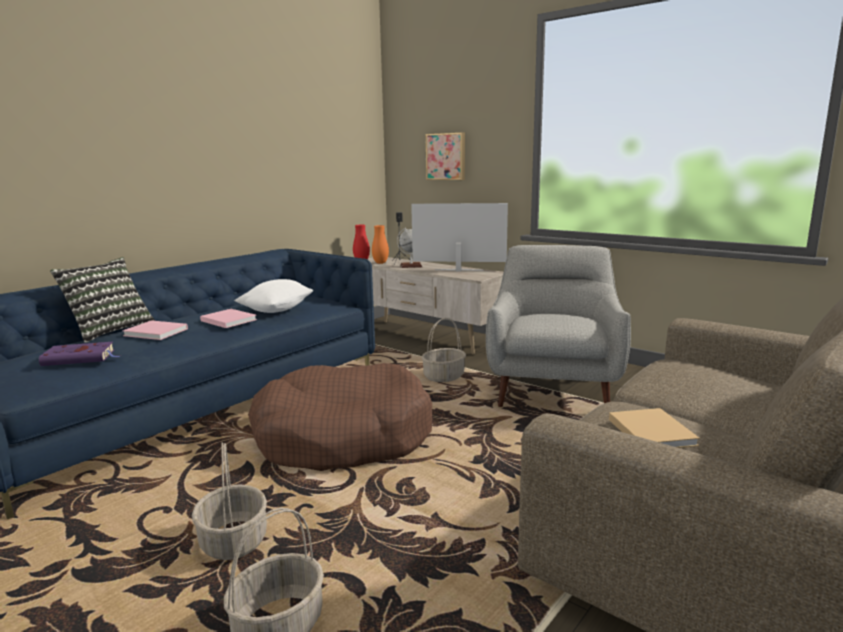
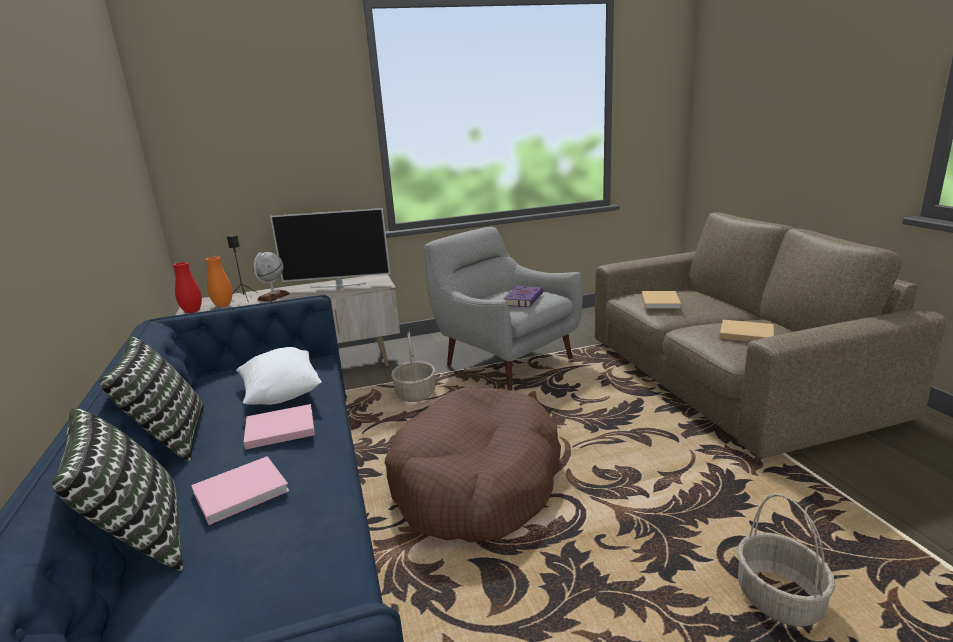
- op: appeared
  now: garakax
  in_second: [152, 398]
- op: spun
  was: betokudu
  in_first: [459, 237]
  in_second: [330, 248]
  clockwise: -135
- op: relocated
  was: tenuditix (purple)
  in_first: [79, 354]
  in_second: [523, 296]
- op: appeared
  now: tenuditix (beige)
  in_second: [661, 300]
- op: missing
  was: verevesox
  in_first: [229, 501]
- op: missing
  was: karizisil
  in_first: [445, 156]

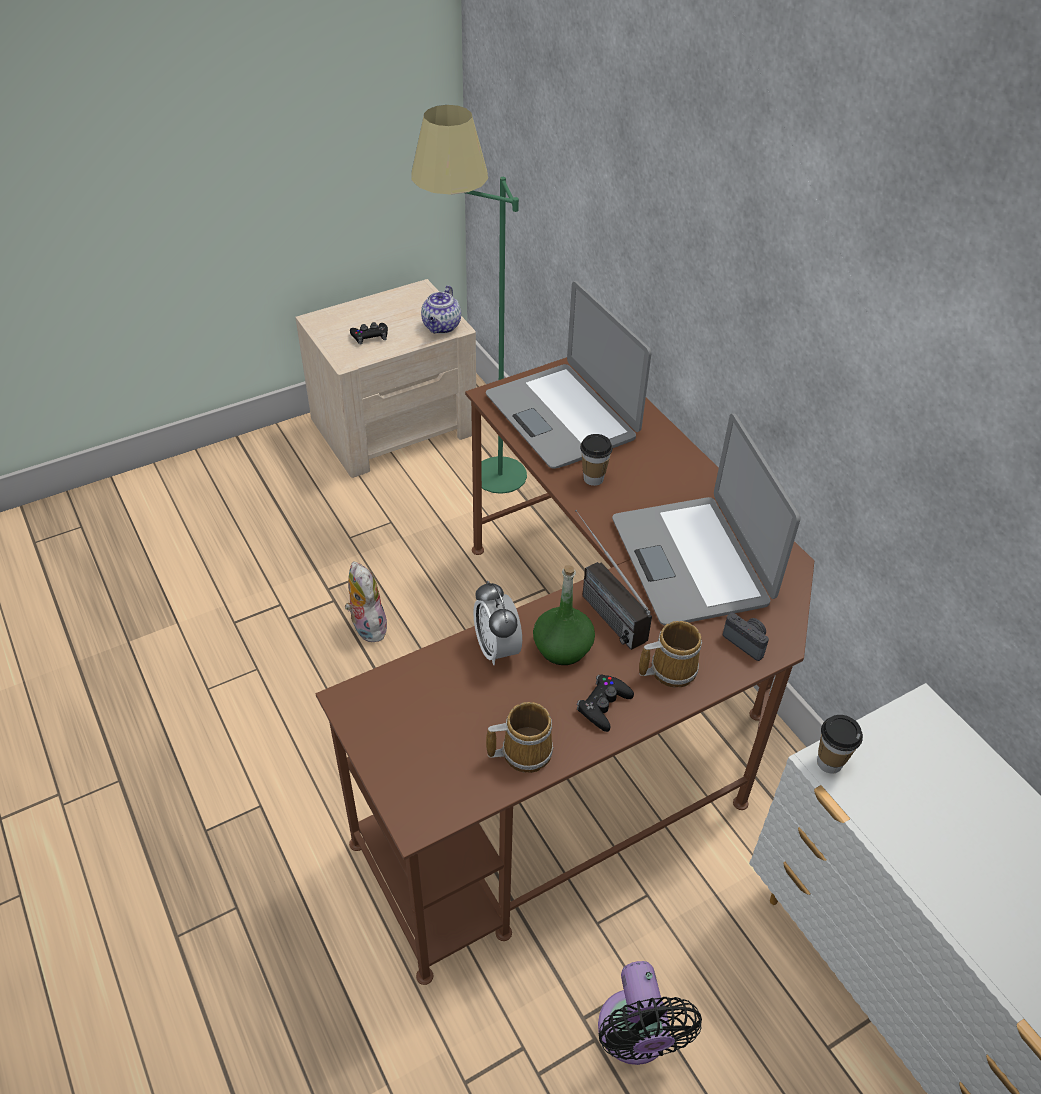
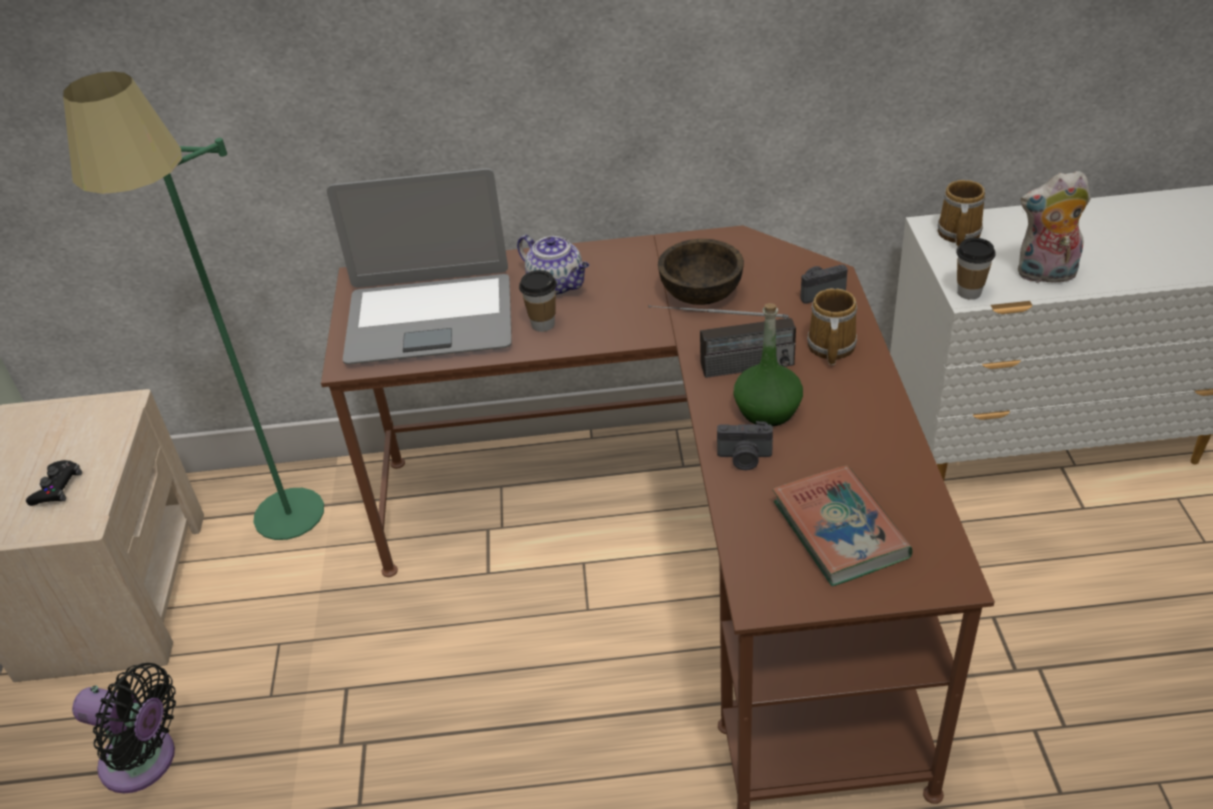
- op: relocated
  was: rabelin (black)
  in_first: [650, 1013]
  in_second: [124, 728]
- op: relocated
  was: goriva
  in_first: [441, 310]
  in_second: [553, 265]
- op: exchanged
  was: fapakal
  now: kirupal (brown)
  in_first: [706, 519]
  in_second: [701, 272]
- op: exchanged
  was: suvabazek
  now: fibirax
  in_first: [497, 623]
  in_second: [745, 445]
- op: appeared
  now: tenuditix
  in_second: [843, 525]
- op: relocated
  was: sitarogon
  in_first: [519, 737]
  in_second: [962, 213]
- op: relocated
  was: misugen
  in_first: [366, 601]
  in_second: [1054, 228]
- op: missing
  was: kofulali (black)
  in_first: [605, 703]

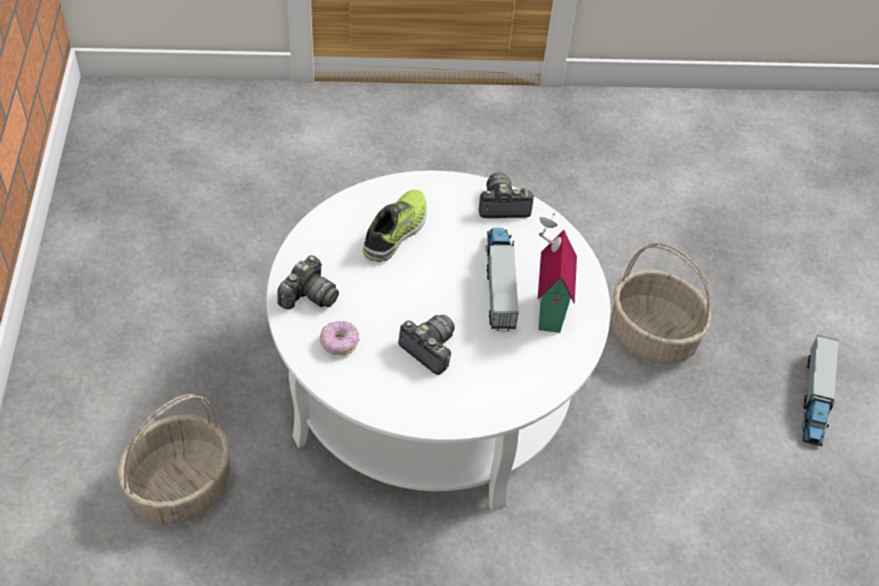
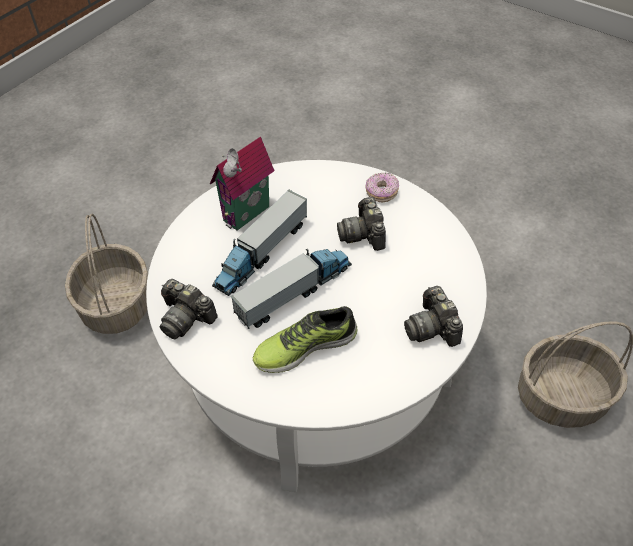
- op: relocated
  was: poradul
  in_first: [820, 390]
  in_second: [291, 289]
- op: relocated
  was: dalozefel
  in_first: [339, 338]
  in_second: [382, 187]
- op: spun
  was: fibirax
  in_first: [308, 282]
  in_second: [433, 316]
  clockwise: -90

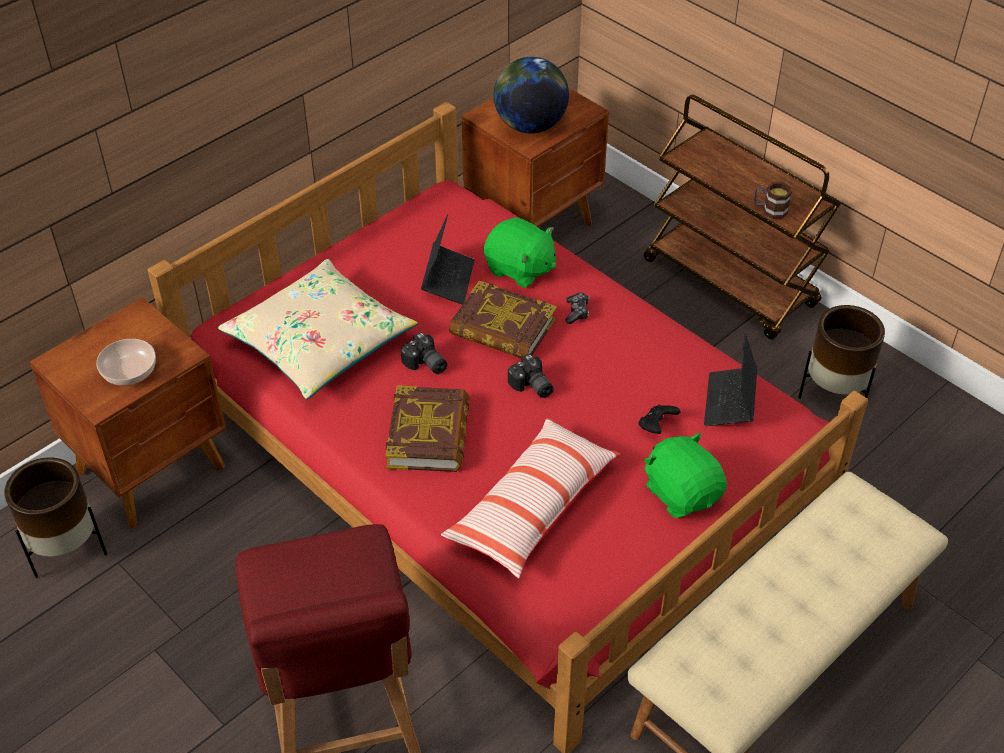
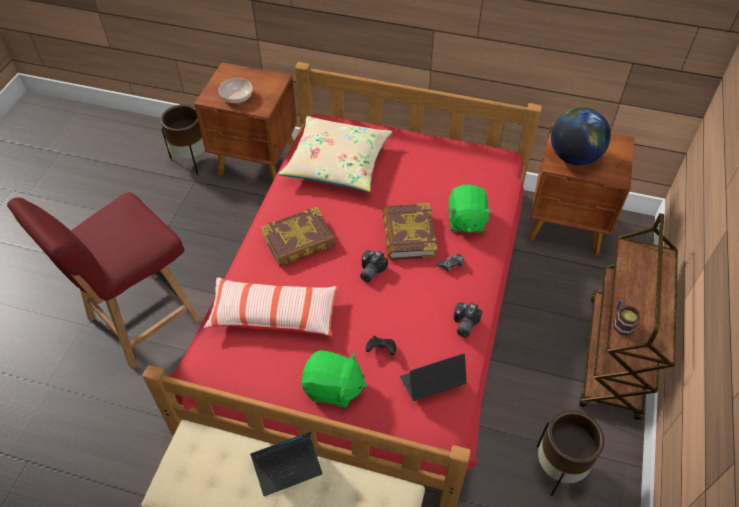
- op: relocated
  was: fapakal
  in_first: [447, 259]
  in_second: [286, 463]
- op: spun
  was: misugen (green)
  in_first: [685, 475]
  in_second: [334, 379]
  clockwise: 75
- op: relocated
  was: fibirax
  in_first: [424, 353]
  in_second: [467, 320]

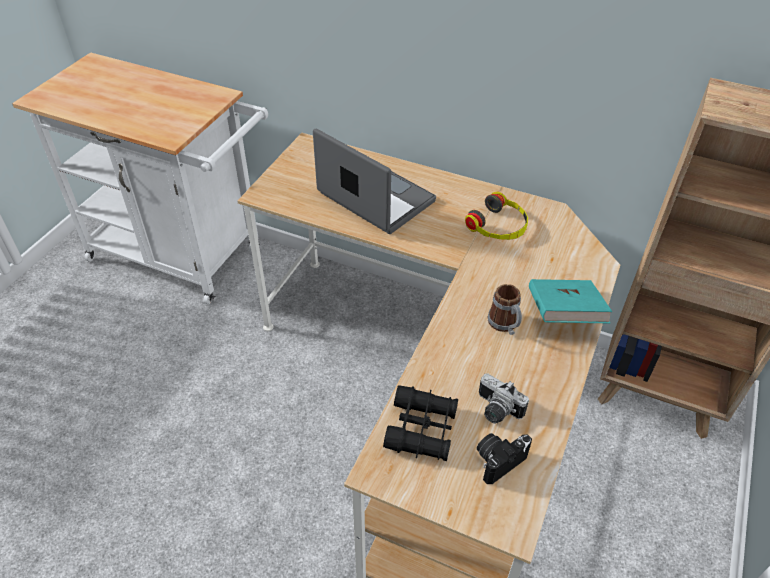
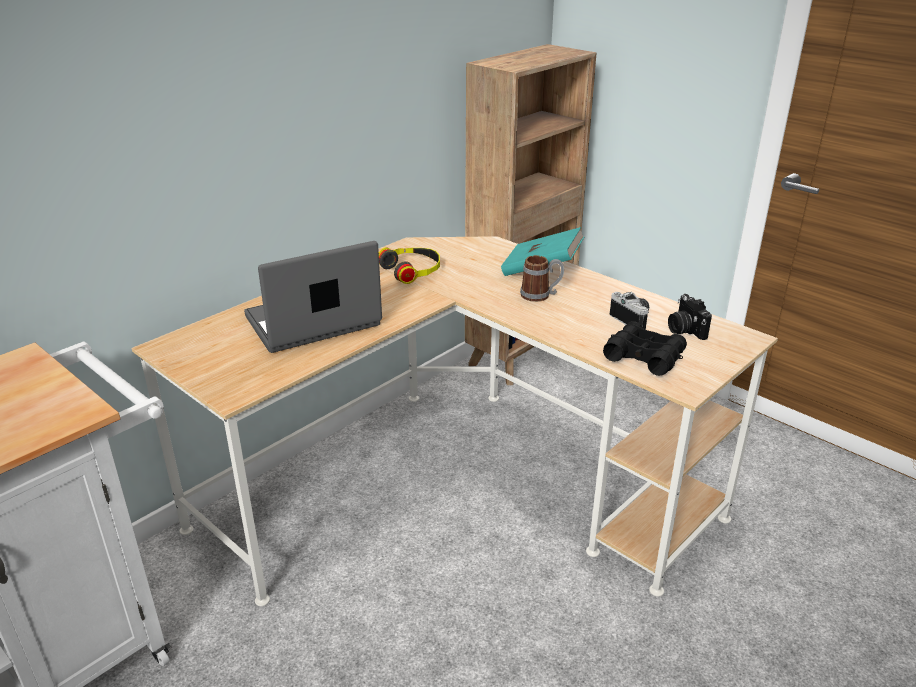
- op: spun
  was: fibirax
  in_first: [504, 398]
  in_second: [629, 311]
  clockwise: -90

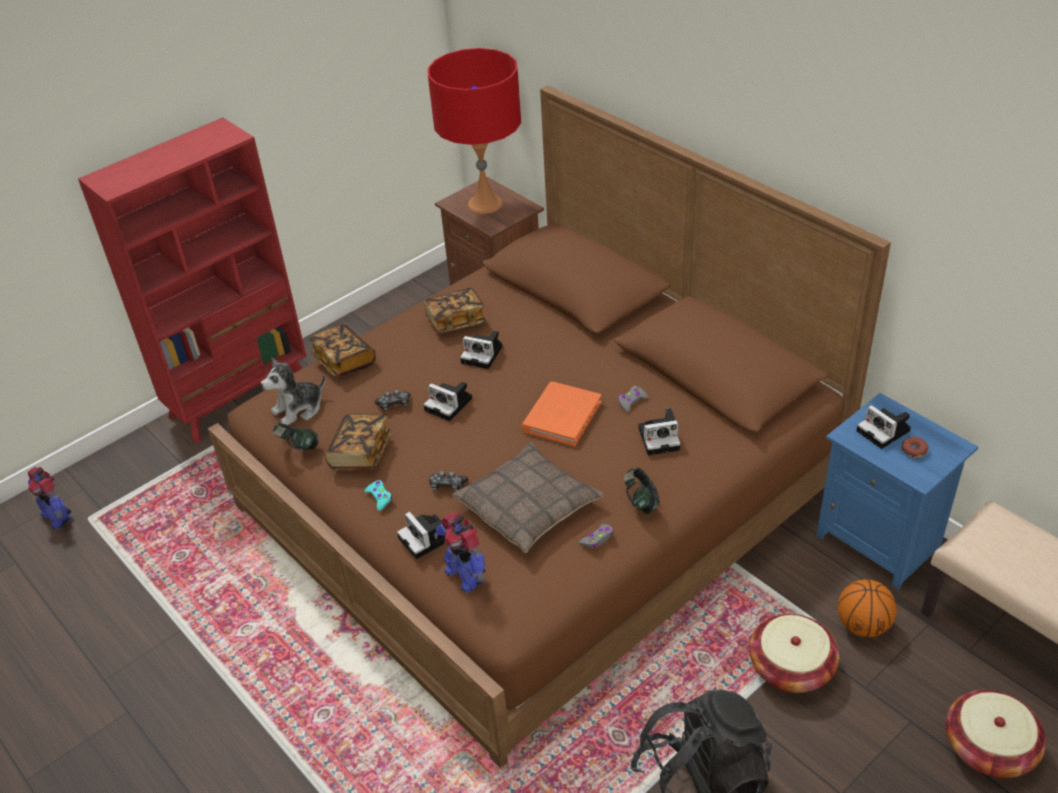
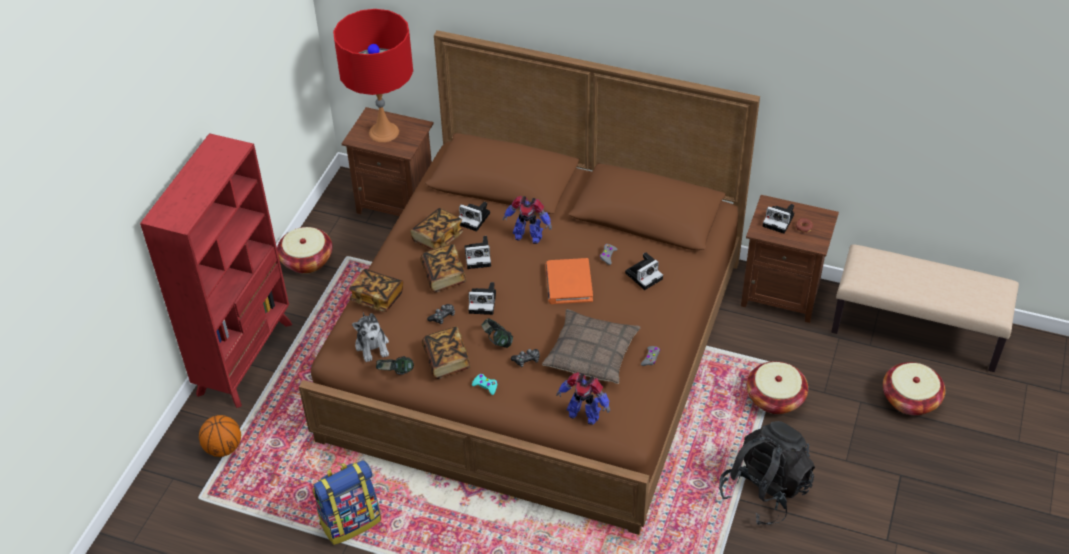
- op: relocated
  was: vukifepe
  in_first: [867, 608]
  in_second: [220, 436]
- op: appeared
  now: verevesox
  in_second: [305, 250]
- op: appeared
  now: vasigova
  in_second: [347, 502]
- op: spun
  was: misugen
  in_first: [293, 391]
  in_second: [370, 337]
  clockwise: -45
- op: appeared
  now: tenuditix
  in_second: [443, 268]
- op: relocated
  was: fibirax
  in_first: [421, 535]
  in_second: [474, 216]
- op: relocated
  was: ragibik
  in_first: [642, 491]
  in_second: [497, 333]
- op: relocated
  was: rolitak
  in_first: [50, 498]
  in_second: [527, 220]
- op: colour
  was: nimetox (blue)
  now: nimetox (brown)
  in_first: [897, 491]
  in_second: [790, 259]

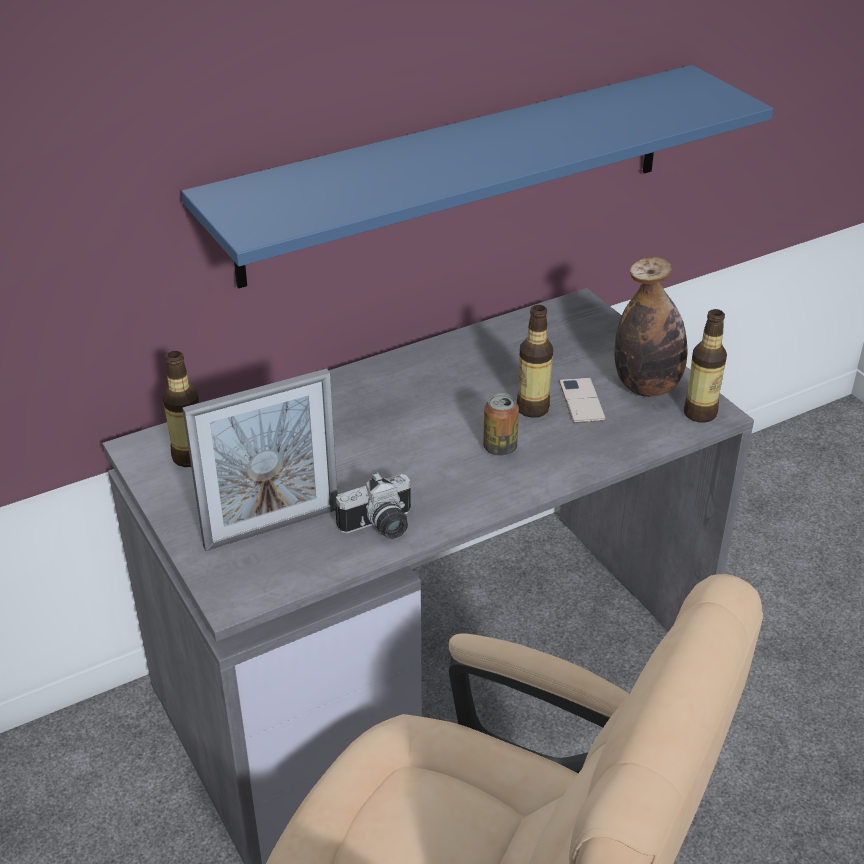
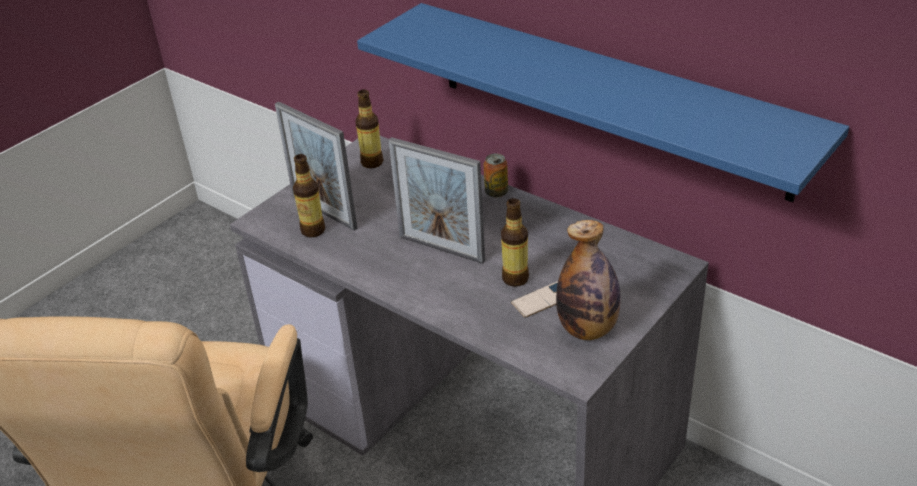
- op: relocated
  was: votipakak
  in_first: [705, 366]
  in_second: [309, 195]
- op: appeared
  now: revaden
  in_second: [436, 200]
- op: relocated
  was: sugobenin
  in_first: [501, 424]
  in_second: [495, 175]
- op: missing
  was: fibirax
  in_first: [373, 505]

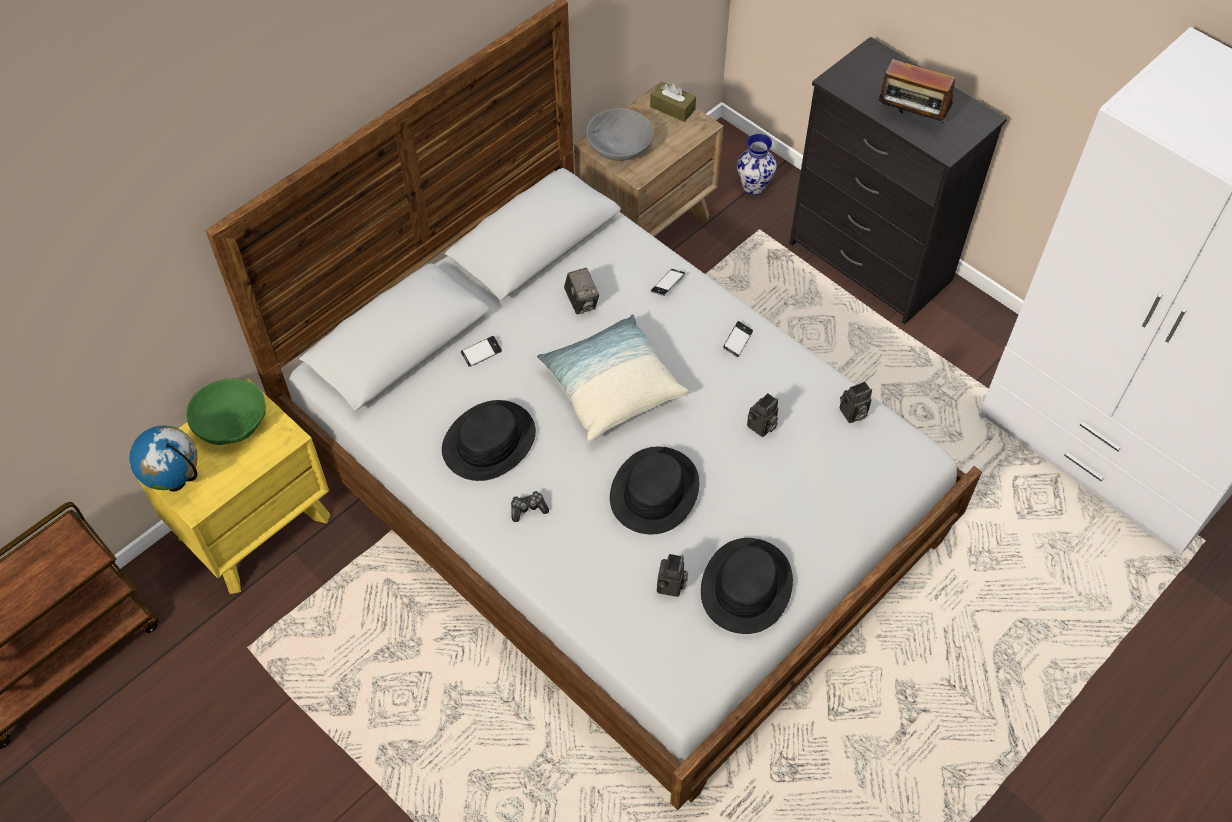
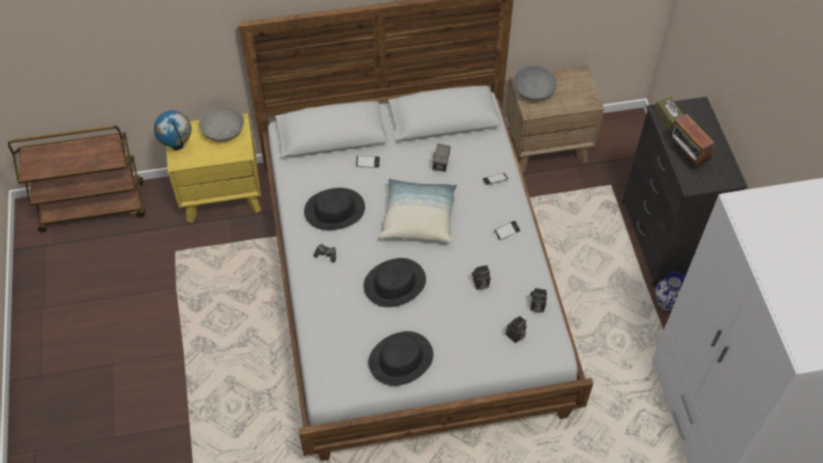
- op: colour
  was: kirupal (green)
  now: kirupal (grey)
  in_first: [226, 411]
  in_second: [221, 123]
- op: relocated
  was: fibirax
  in_first: [672, 575]
  in_second: [516, 329]
- op: relocated
  was: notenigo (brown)
  in_first: [673, 102]
  in_second: [669, 114]
- op: relocated
  was: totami
  in_first: [756, 164]
  in_second: [670, 291]

